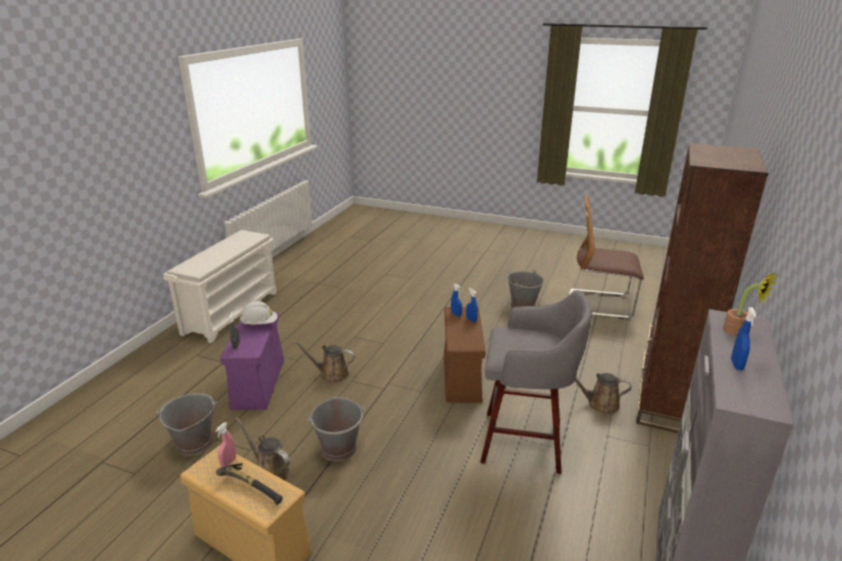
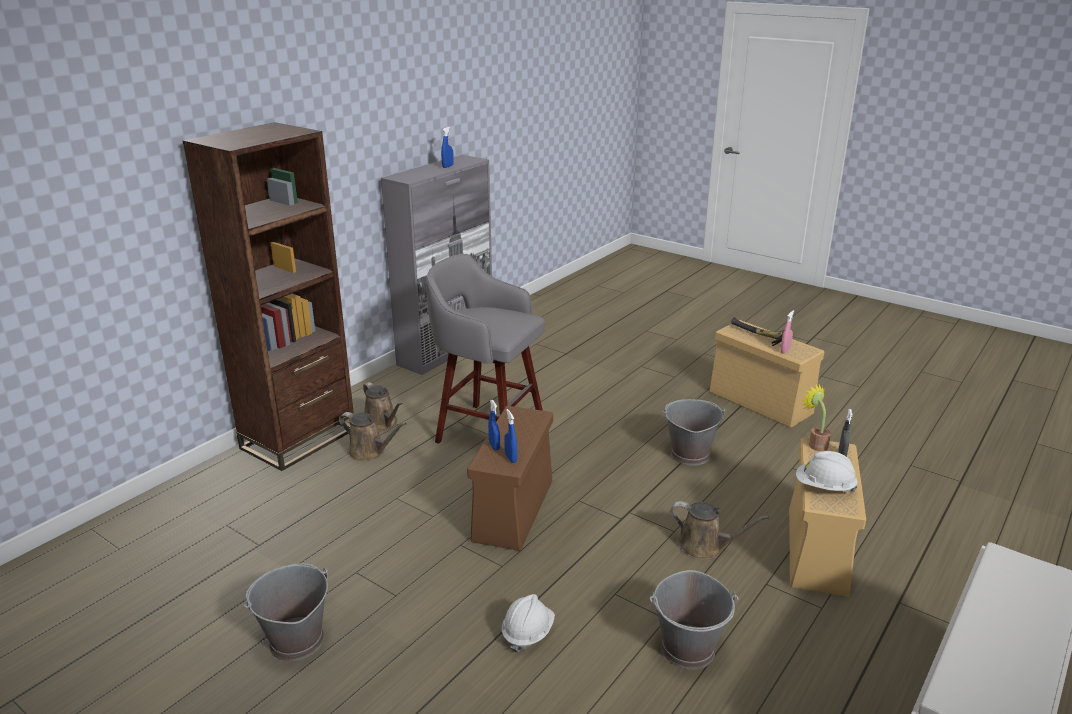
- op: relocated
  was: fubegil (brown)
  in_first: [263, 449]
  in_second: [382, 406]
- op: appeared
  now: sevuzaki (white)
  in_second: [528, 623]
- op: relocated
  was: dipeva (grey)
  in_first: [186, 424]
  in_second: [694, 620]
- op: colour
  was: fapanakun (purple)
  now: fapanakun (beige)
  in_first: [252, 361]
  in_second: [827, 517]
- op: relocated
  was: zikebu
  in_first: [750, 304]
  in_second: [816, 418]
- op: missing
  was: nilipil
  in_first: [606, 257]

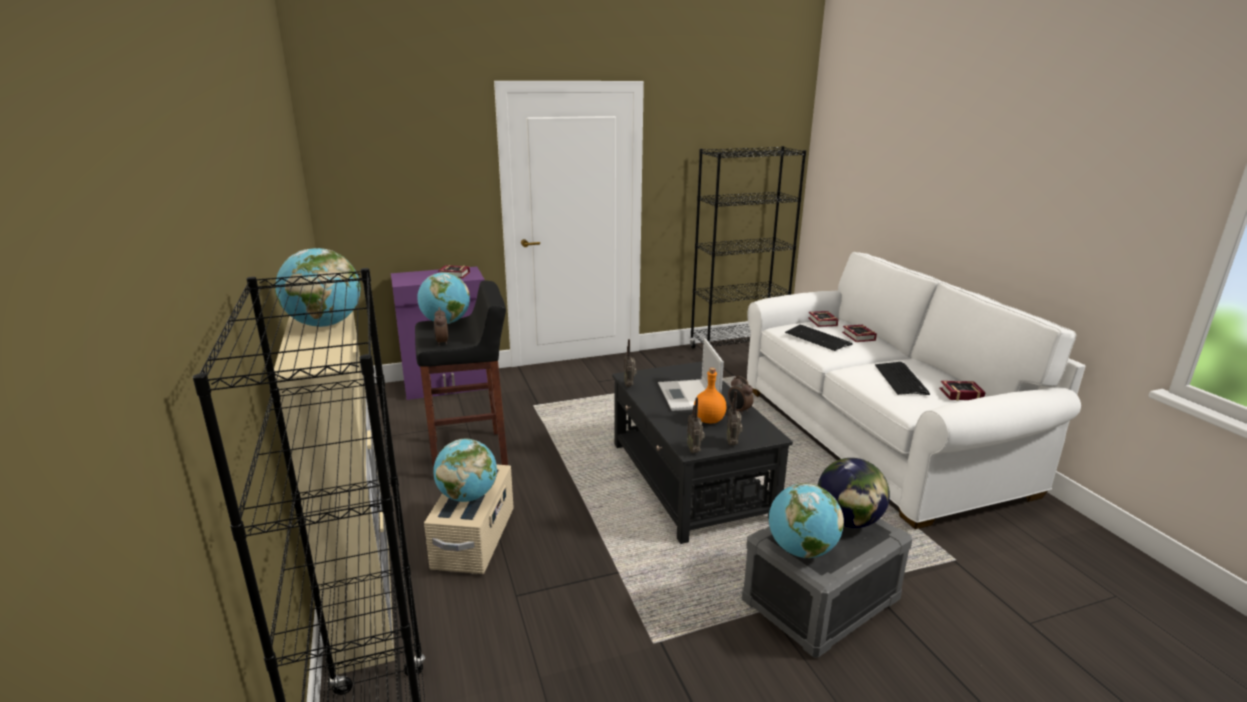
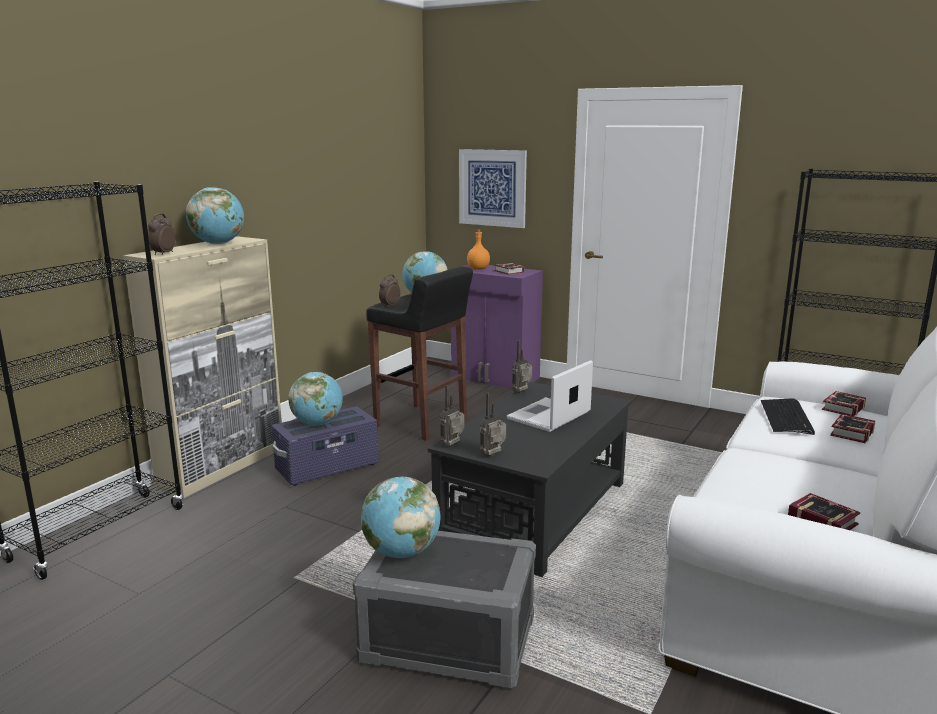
- op: relocated
  was: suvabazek
  in_first: [741, 395]
  in_second: [162, 234]
- op: colour
  was: fapanakun (beige)
  now: fapanakun (purple)
  in_first: [469, 519]
  in_second: [325, 446]
- op: appeared
  now: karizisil
  in_second: [493, 188]
- op: relocated
  was: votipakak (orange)
  in_first: [710, 395]
  in_second: [478, 249]
- op: missing
  was: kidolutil
  in_first: [854, 493]
- op: missing
  was: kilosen
  in_first: [902, 378]

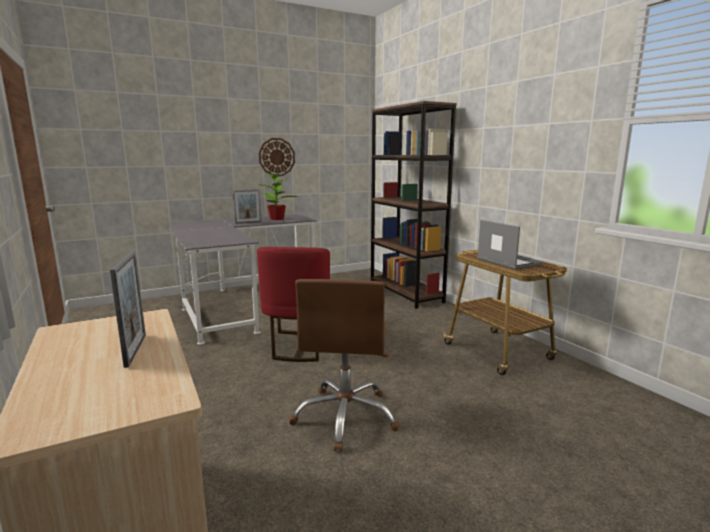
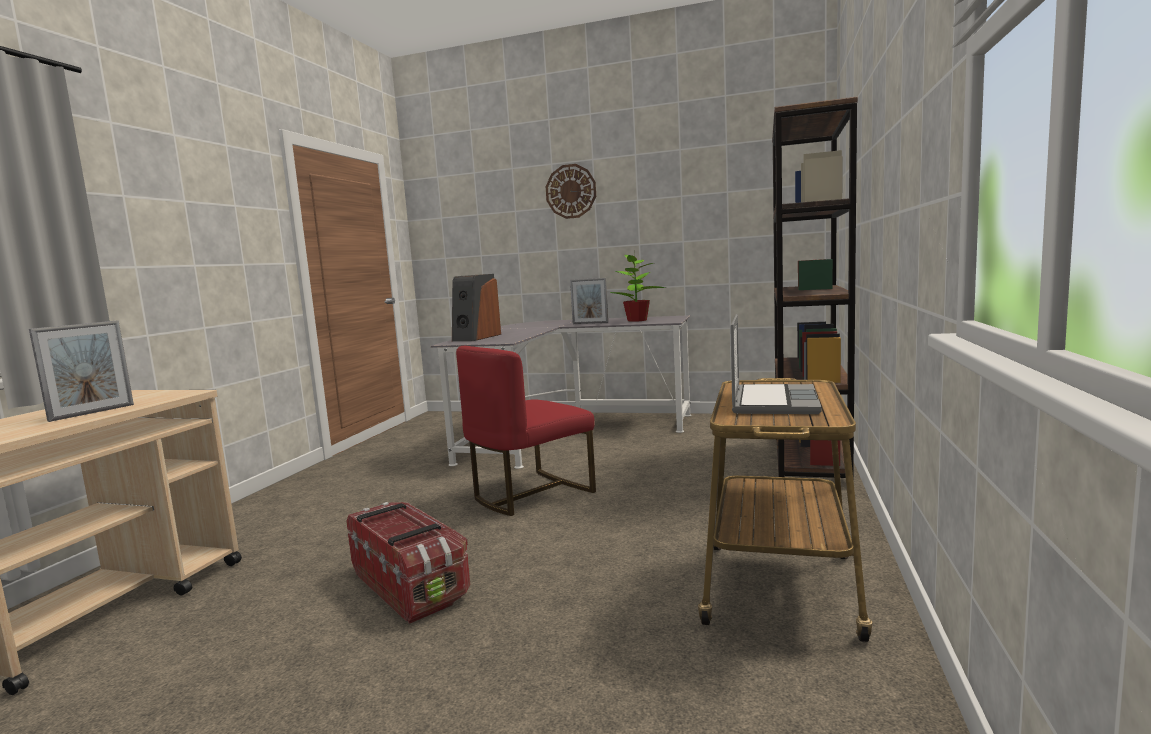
- op: exchanged
  was: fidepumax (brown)
  now: fapanakun
  in_first: [344, 365]
  in_second: [408, 563]
- op: appeared
  now: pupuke
  in_second: [476, 307]
- op: relocated
  was: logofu
  in_first: [277, 157]
  in_second: [571, 191]

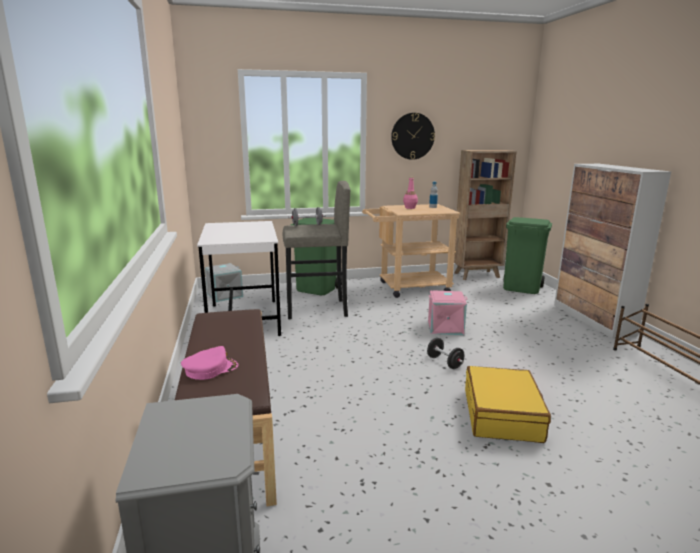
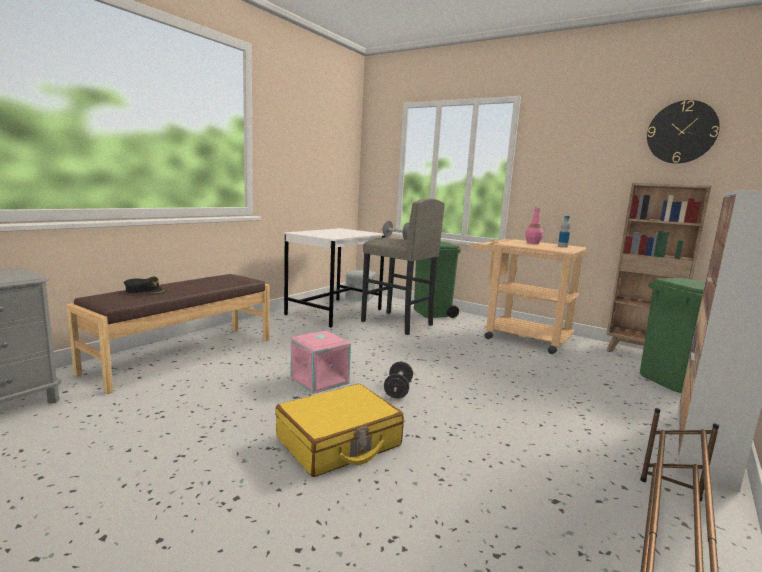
- op: colour
  was: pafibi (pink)
  now: pafibi (black)
  in_first: [209, 363]
  in_second: [145, 285]
- op: relocated
  was: fapanakun (pink)
  in_first: [448, 312]
  in_second: [320, 362]
- op: relocated
  was: logofu
  in_first: [413, 136]
  in_second: [683, 132]

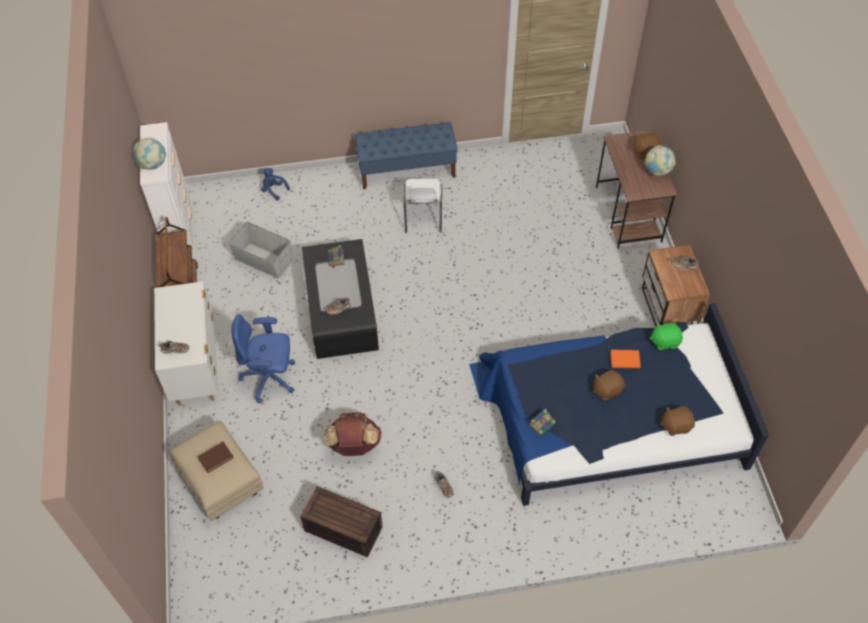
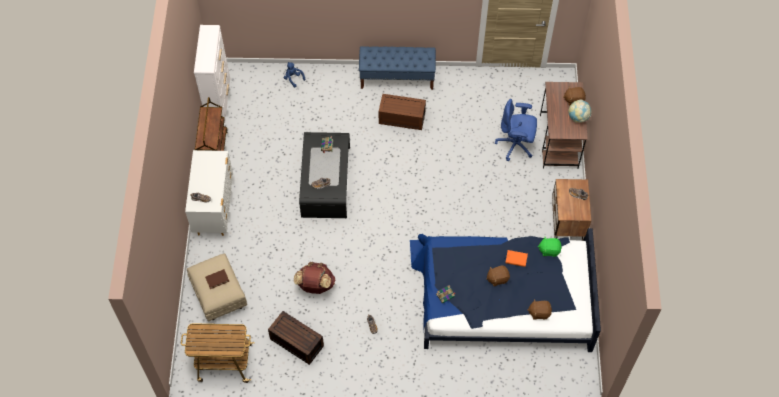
- op: appeared
  now: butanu
  in_second: [218, 353]
- op: exchanged
  was: nilipil (white)
  now: fapanakun (brown)
  in_first: [422, 206]
  in_second: [402, 112]
- op: relocated
  was: fidepumax (blue)
  in_first: [263, 358]
  in_second: [516, 130]
- op: missing
  was: kidolutil
  in_first: [149, 154]
- op: missing
  was: fapanakun (grey)
  in_first: [260, 250]

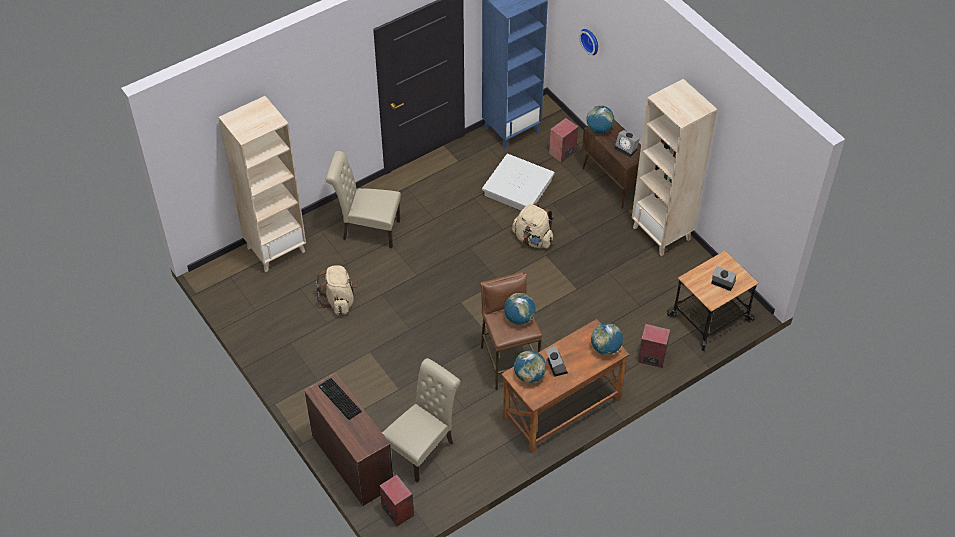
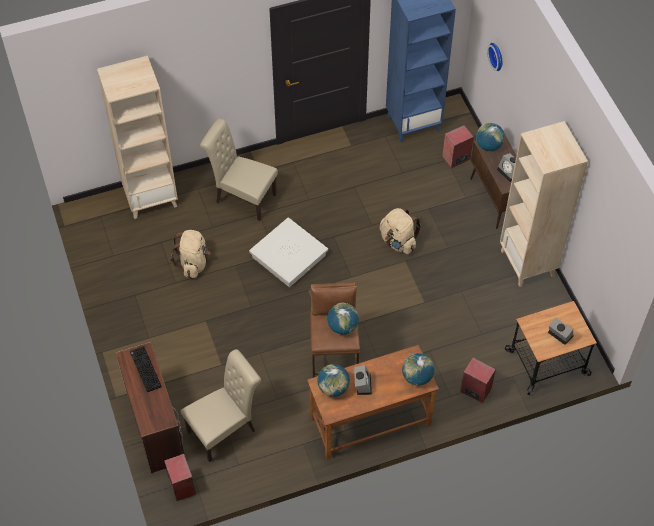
- op: relocated
  was: fapanakun (white)
  in_first: [518, 182]
  in_second: [288, 252]

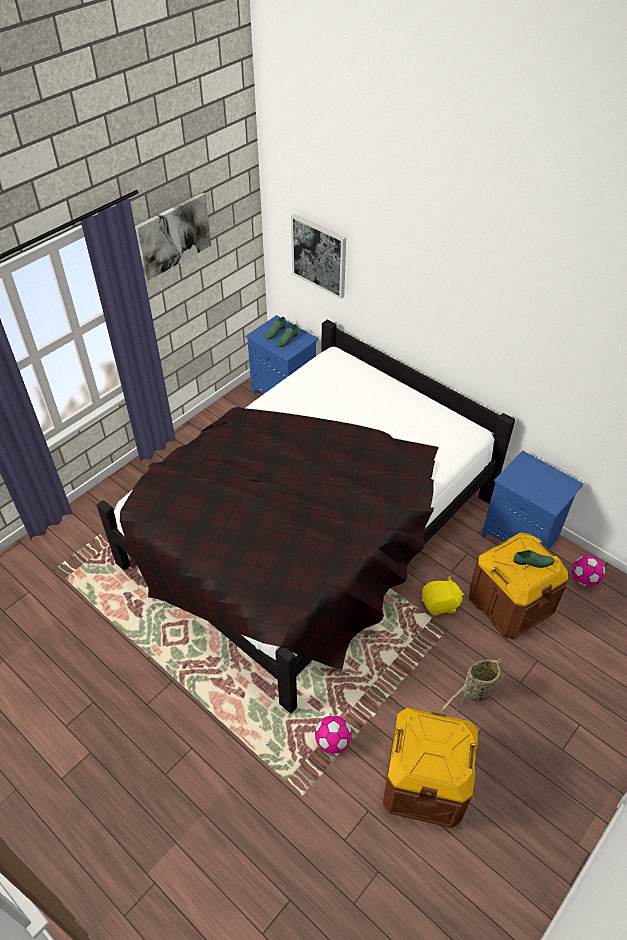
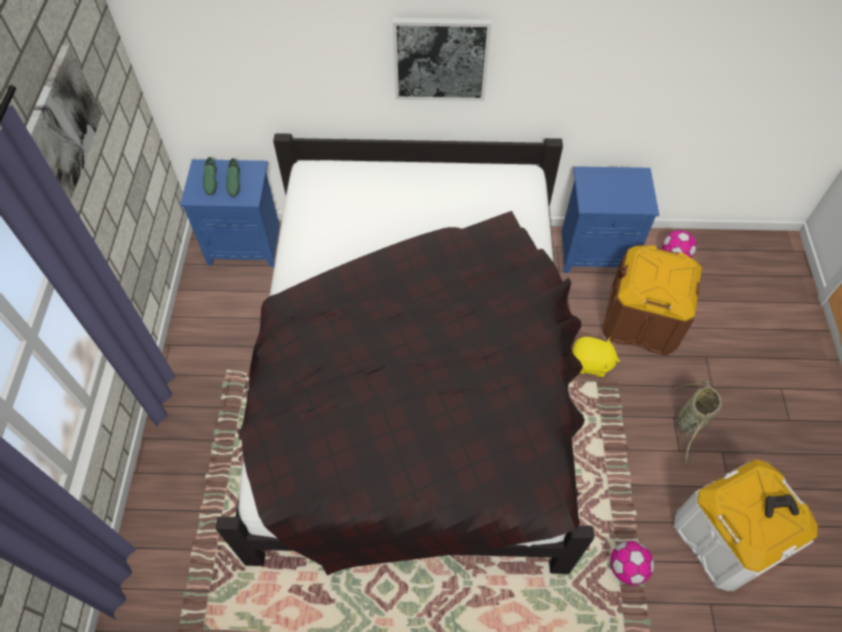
- op: relocated
  was: karizisil
  in_first: [318, 256]
  in_second: [442, 59]
- op: spun
  was: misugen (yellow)
  in_first: [443, 596]
  in_second: [596, 357]
  clockwise: 60
- op: colour
  was: fapanakun (brown)
  now: fapanakun (white)
  in_first: [430, 768]
  in_second: [746, 525]
- op: appeared
  now: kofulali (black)
  in_second: [782, 506]
- op: missing
  was: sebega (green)
  in_first: [534, 559]

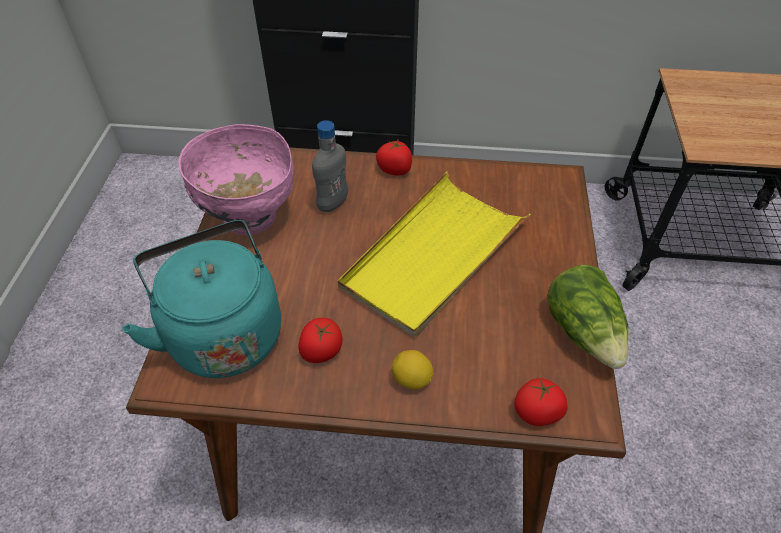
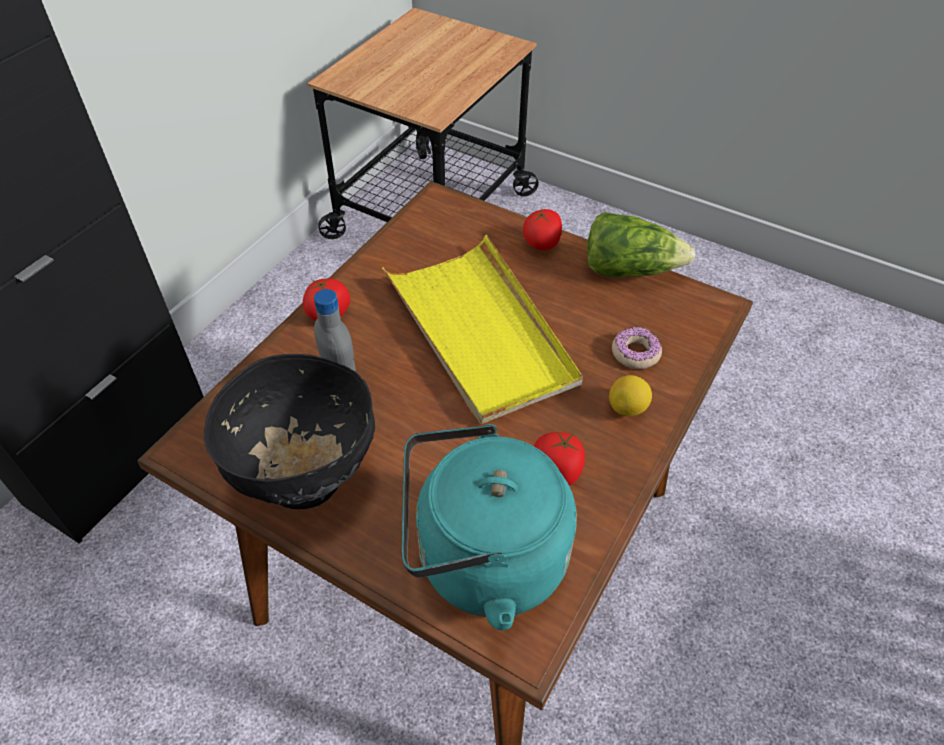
- op: colour
  was: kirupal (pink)
  now: kirupal (black)
  in_first: [236, 179]
  in_second: [289, 431]
- op: relocated
  was: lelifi
  in_first: [540, 401]
  in_second: [542, 229]
- op: appeared
  now: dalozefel
  in_second: [637, 348]

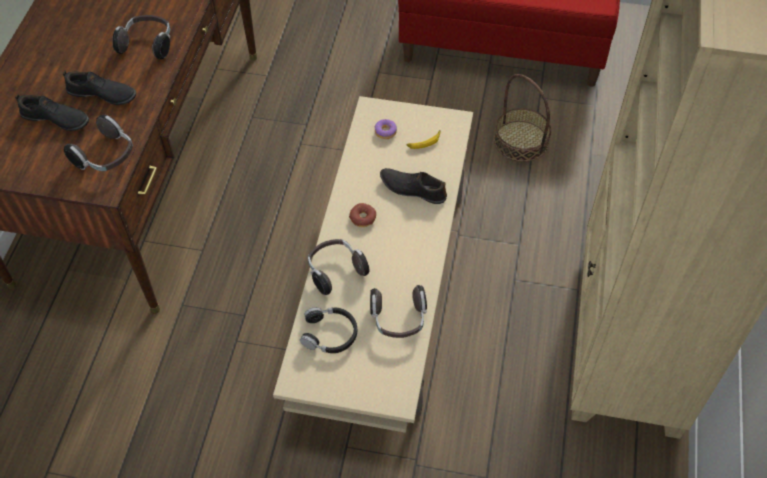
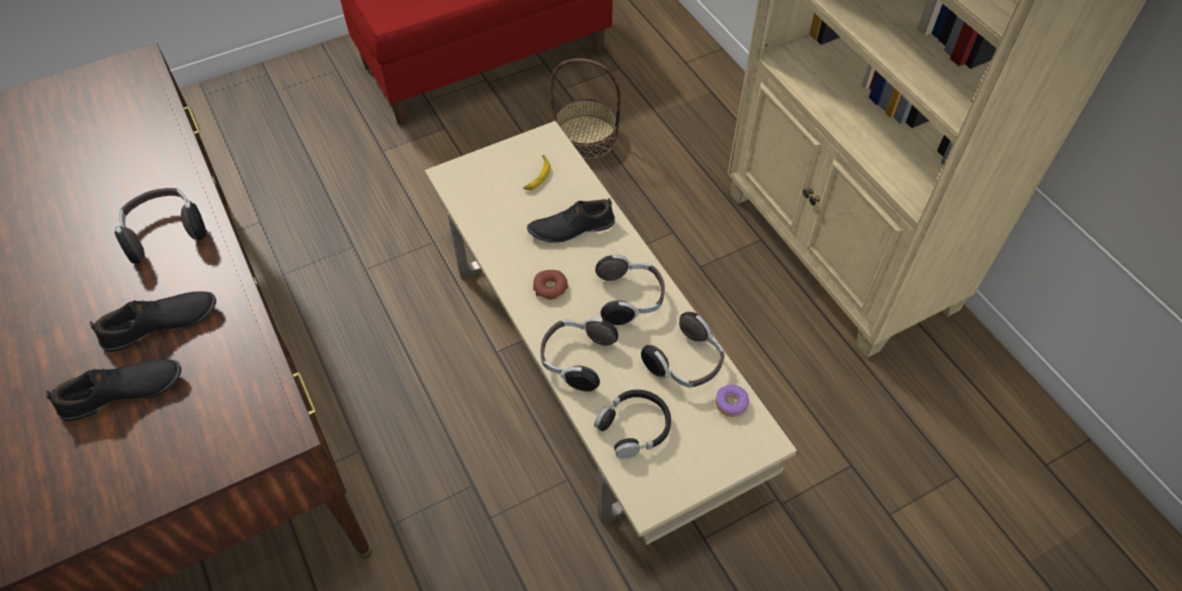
- op: relocated
  was: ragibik
  in_first: [98, 143]
  in_second: [630, 290]
- op: relocated
  was: dalozefel
  in_first: [386, 129]
  in_second: [732, 401]

